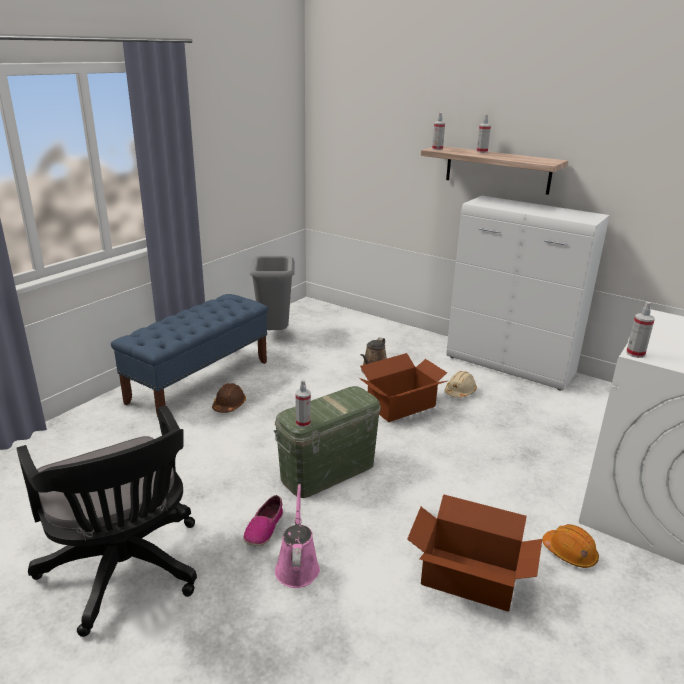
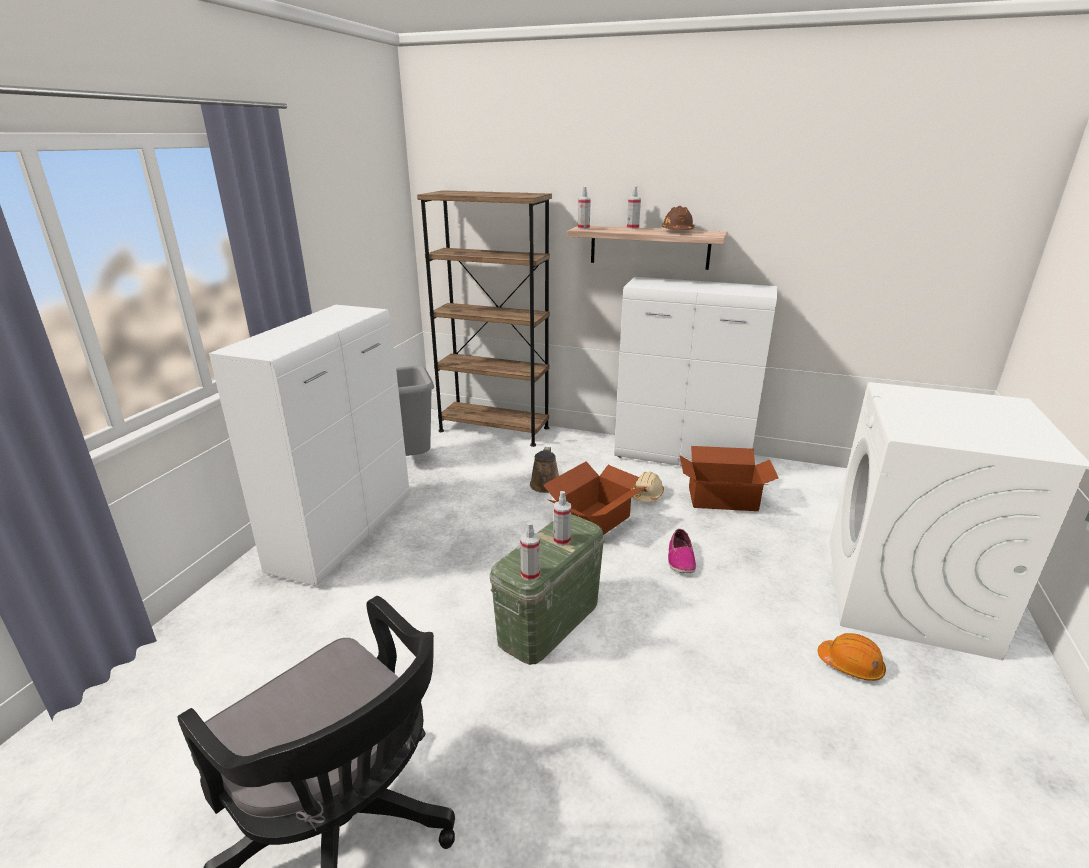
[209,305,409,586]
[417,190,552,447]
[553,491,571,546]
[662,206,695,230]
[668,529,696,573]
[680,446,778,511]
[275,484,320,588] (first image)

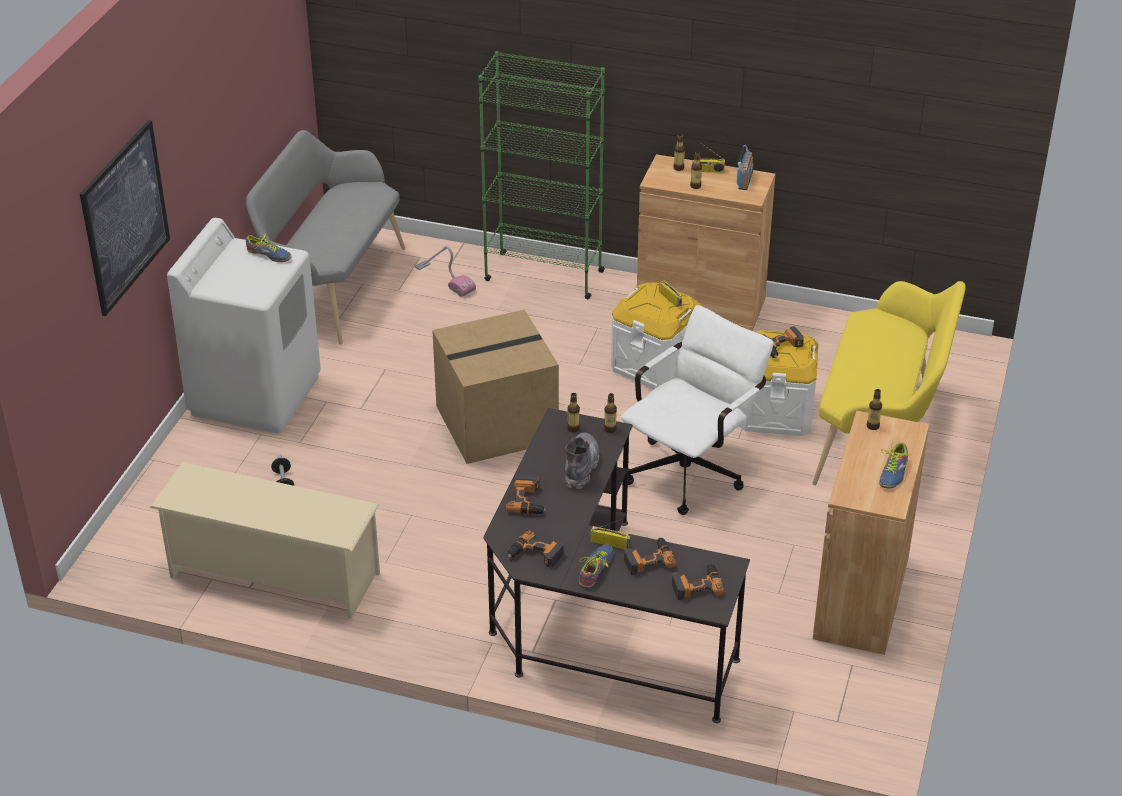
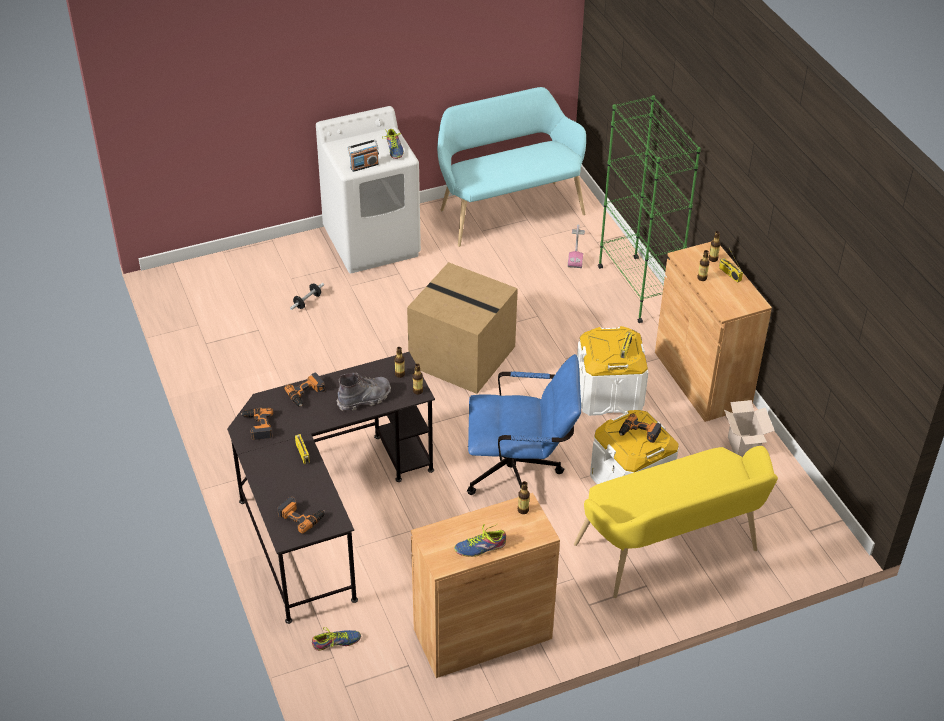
[312,627,361,651]
[348,140,379,172]
[437,87,586,247]
[467,354,581,495]
[724,400,775,457]
[80,120,170,316] (first image)
[150,462,380,619] (first image)
[624,538,676,575] (first image)

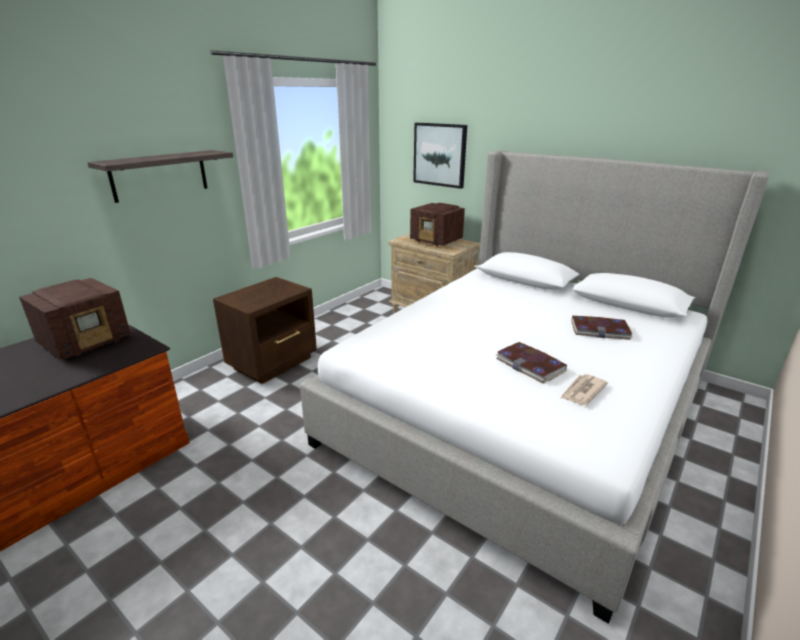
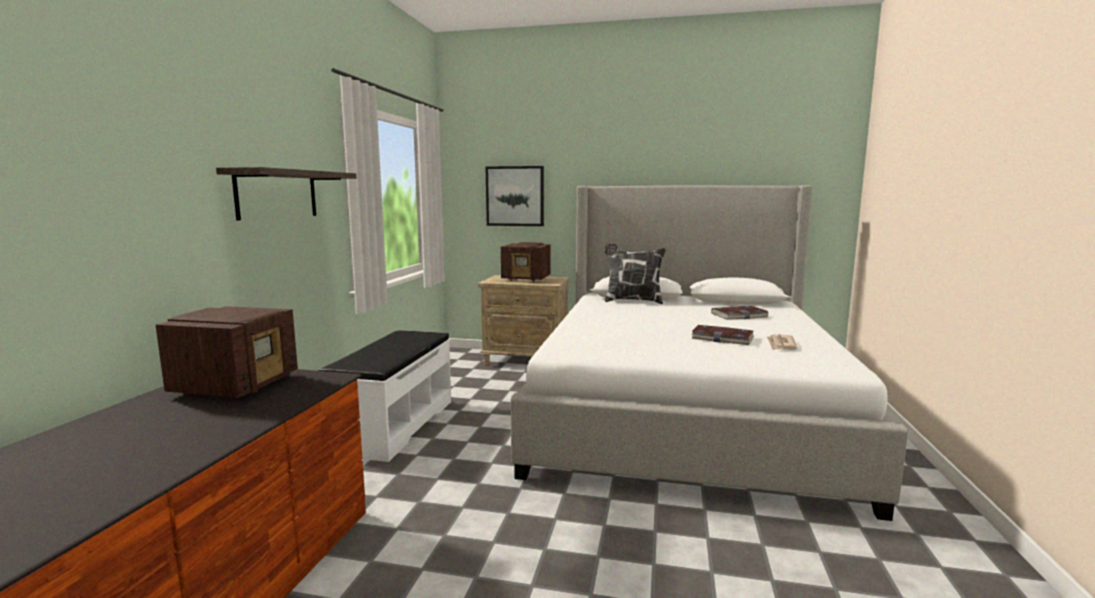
[318,330,451,462]
[605,244,666,304]

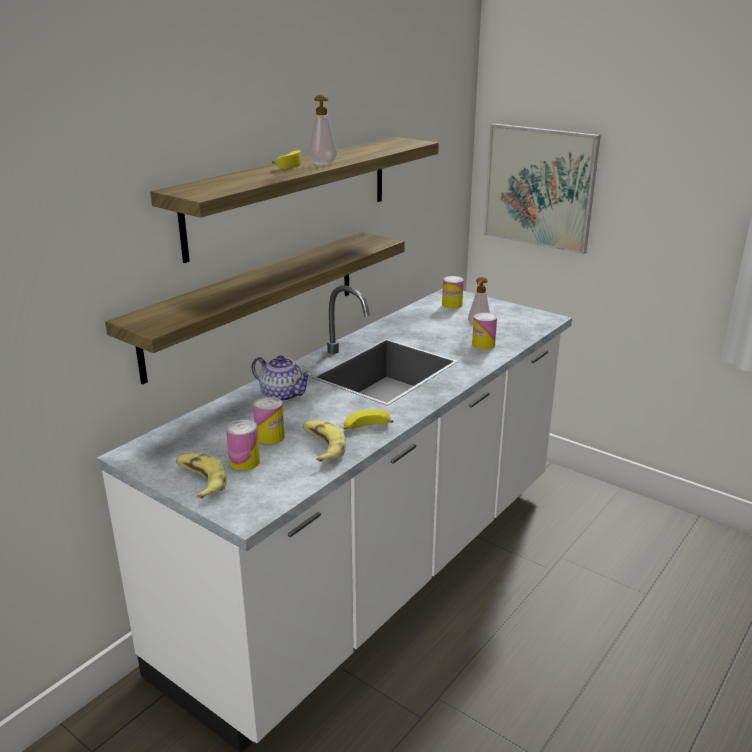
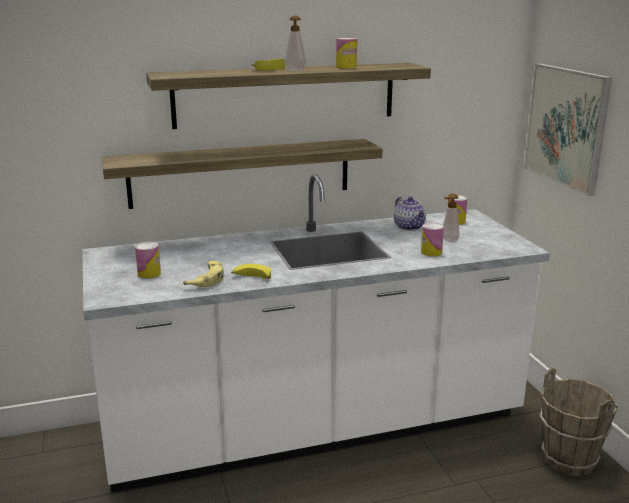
[336,38,357,69]
[393,197,426,231]
[540,368,618,476]
[176,453,227,499] (first image)

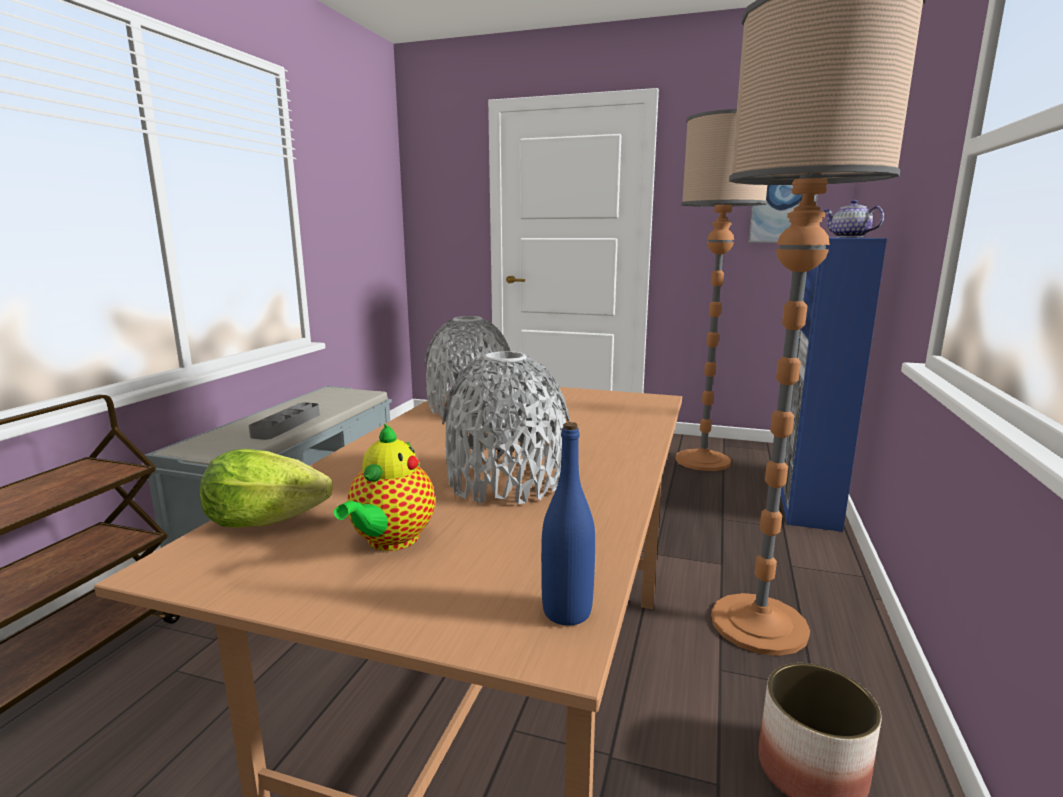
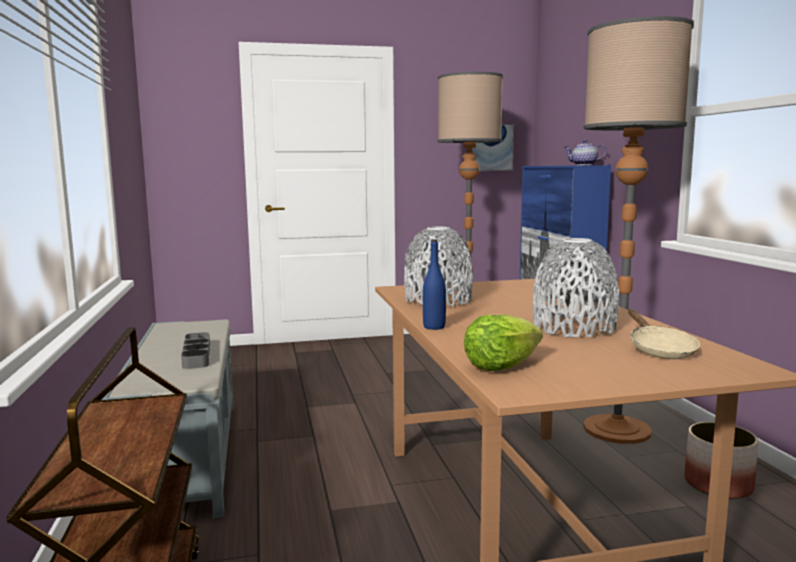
[423,239,446,330]
[628,309,700,359]
[334,423,435,551] (first image)

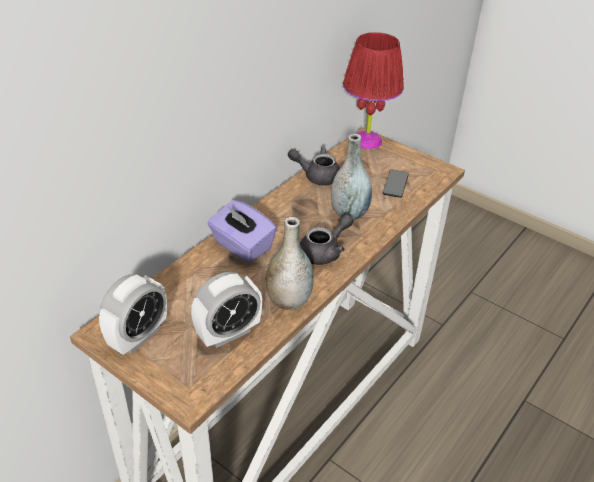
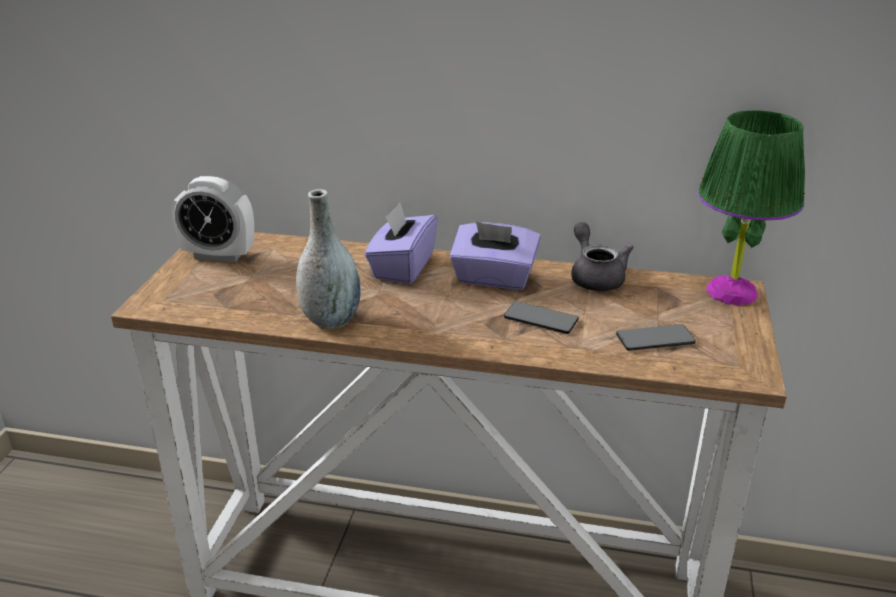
[449,222,541,290]
[504,301,579,334]
[698,110,805,305]
[191,272,262,348] (first image)
[300,214,354,265] (first image)

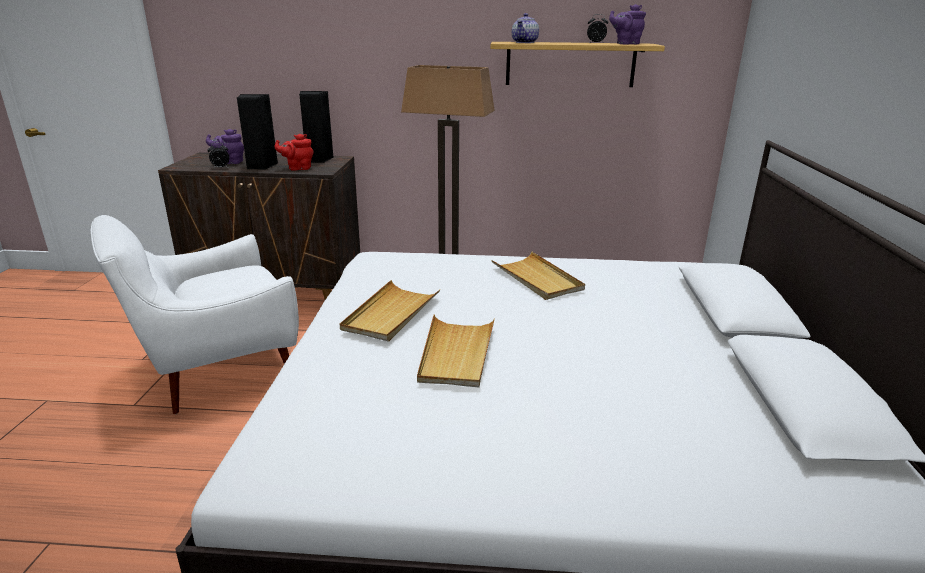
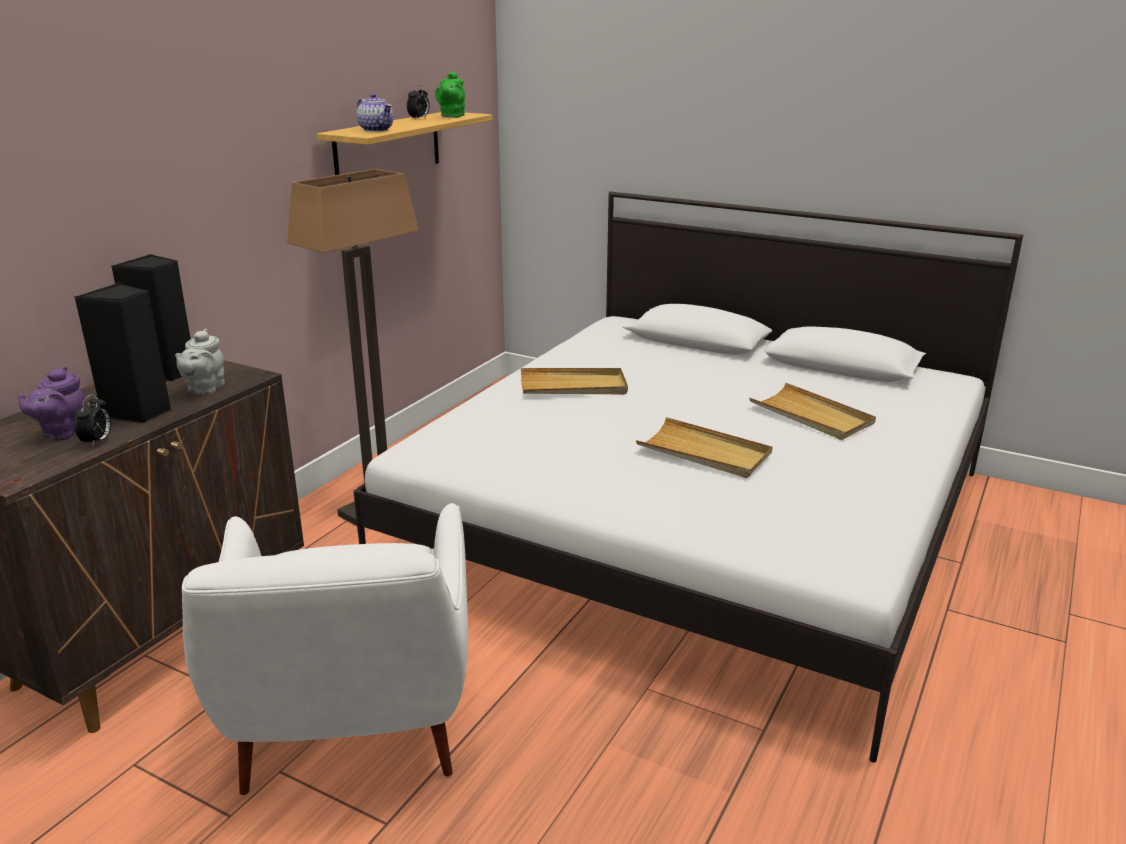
[175,329,225,395]
[435,71,465,118]
[749,383,876,440]

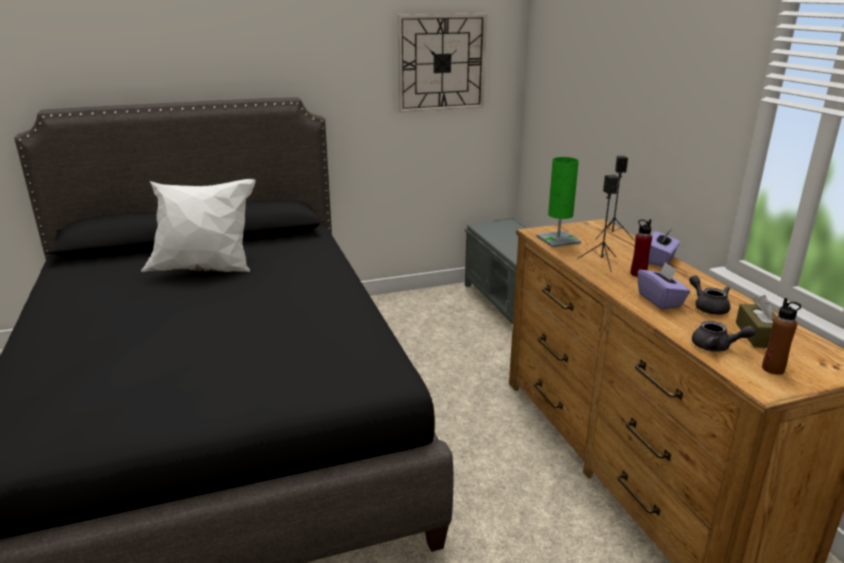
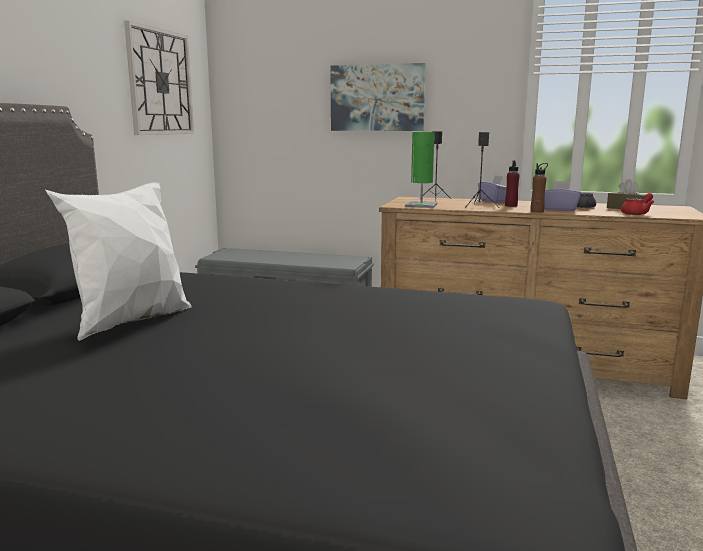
[330,63,426,131]
[530,163,548,213]
[621,193,654,215]

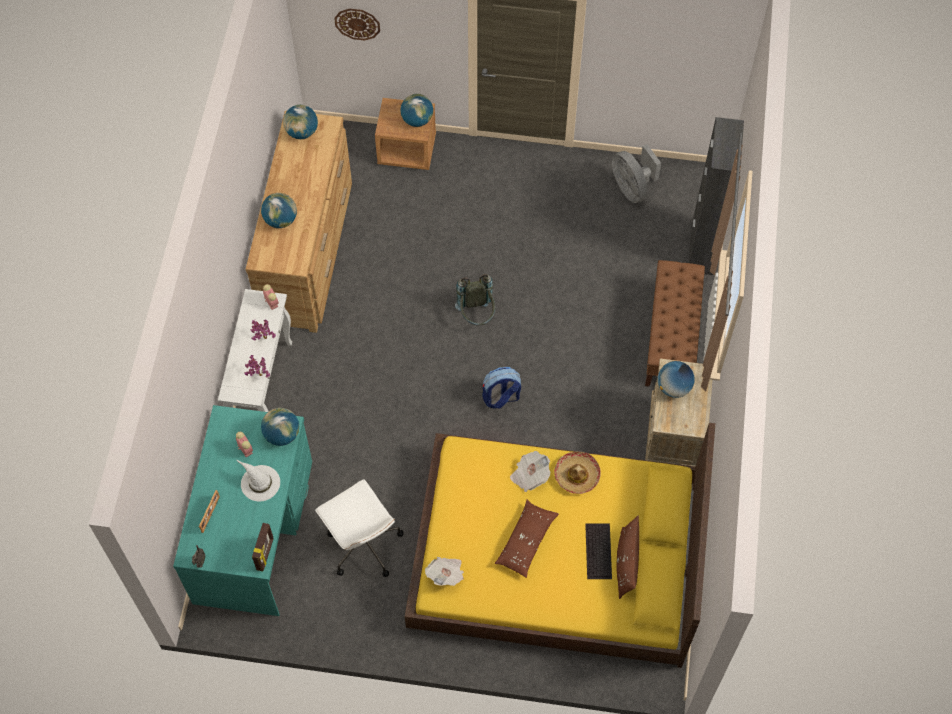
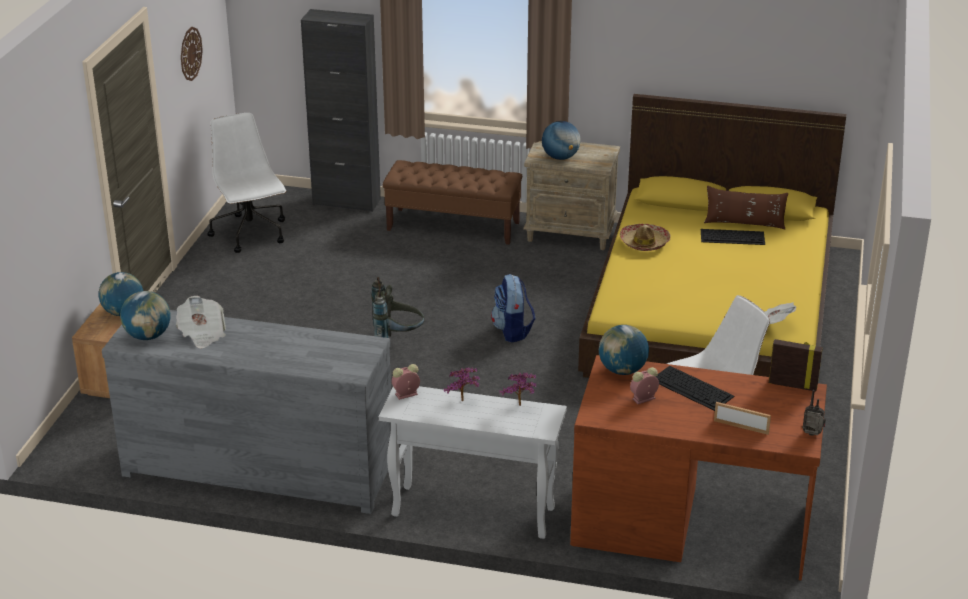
[102,310,391,514]
[176,296,226,349]
[181,27,203,81]
[207,113,286,253]
[570,355,827,580]
[655,366,735,411]
[261,193,297,228] (first image)
[495,500,559,578] (first image)

